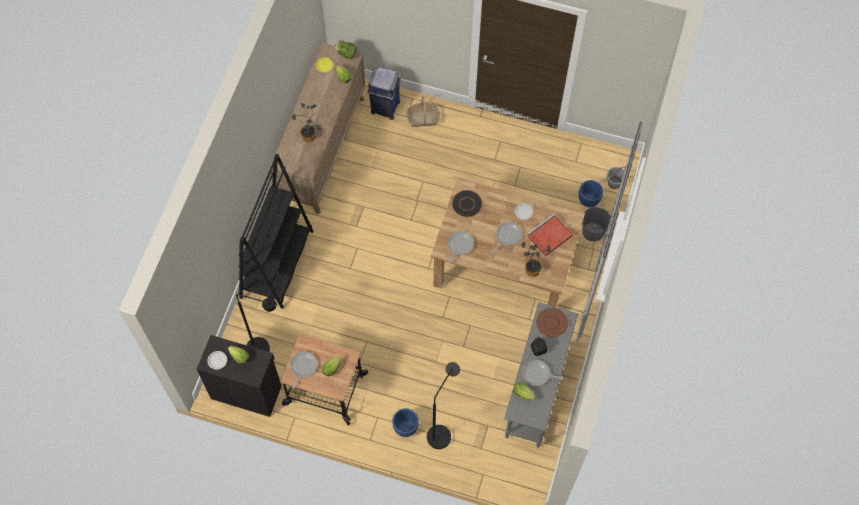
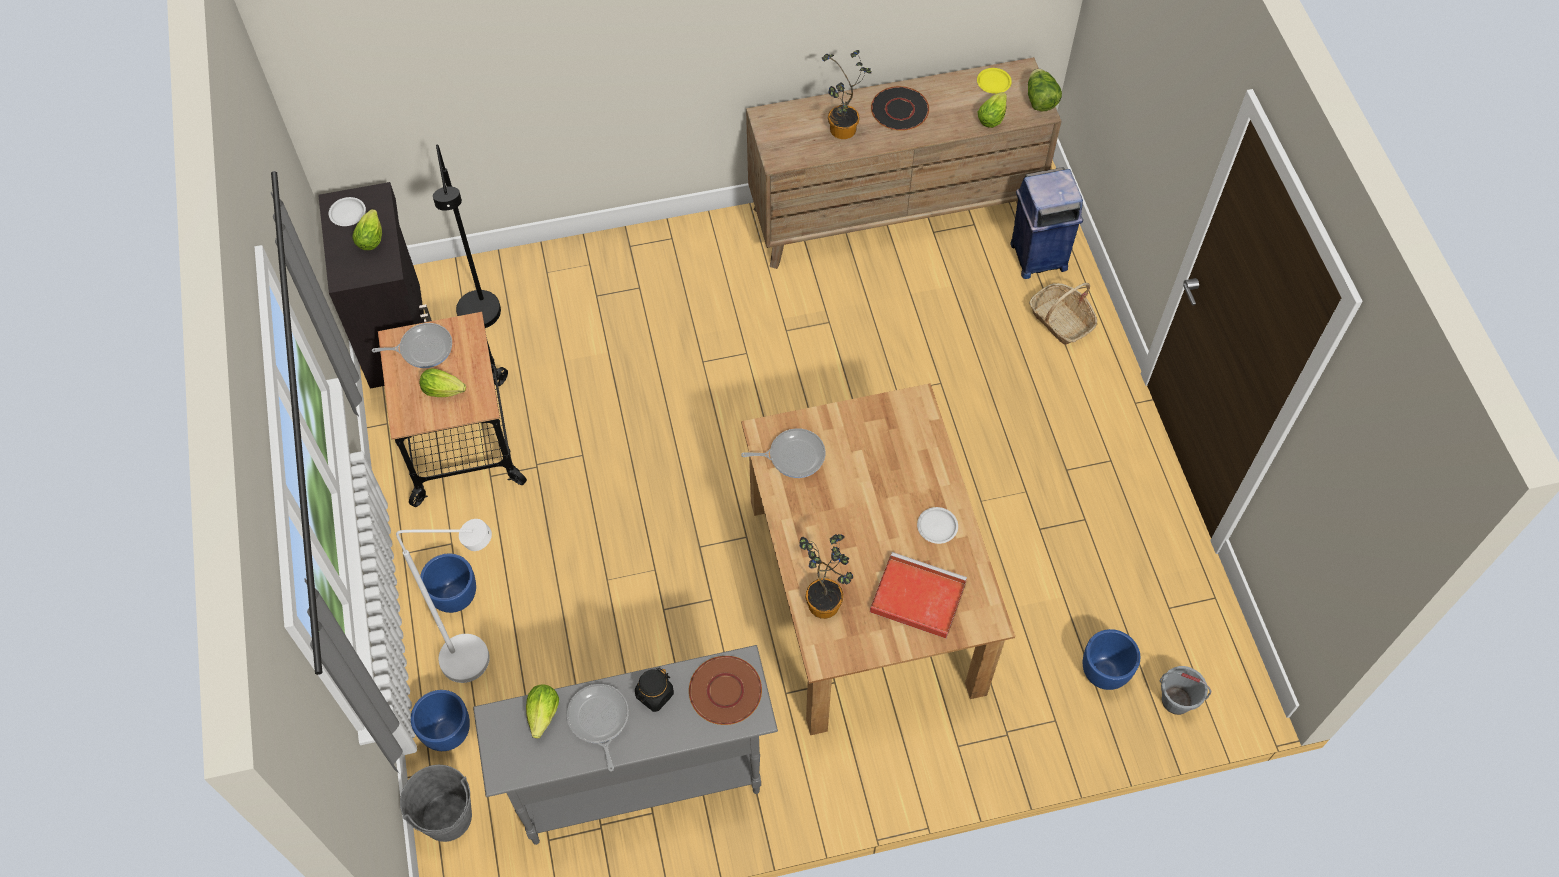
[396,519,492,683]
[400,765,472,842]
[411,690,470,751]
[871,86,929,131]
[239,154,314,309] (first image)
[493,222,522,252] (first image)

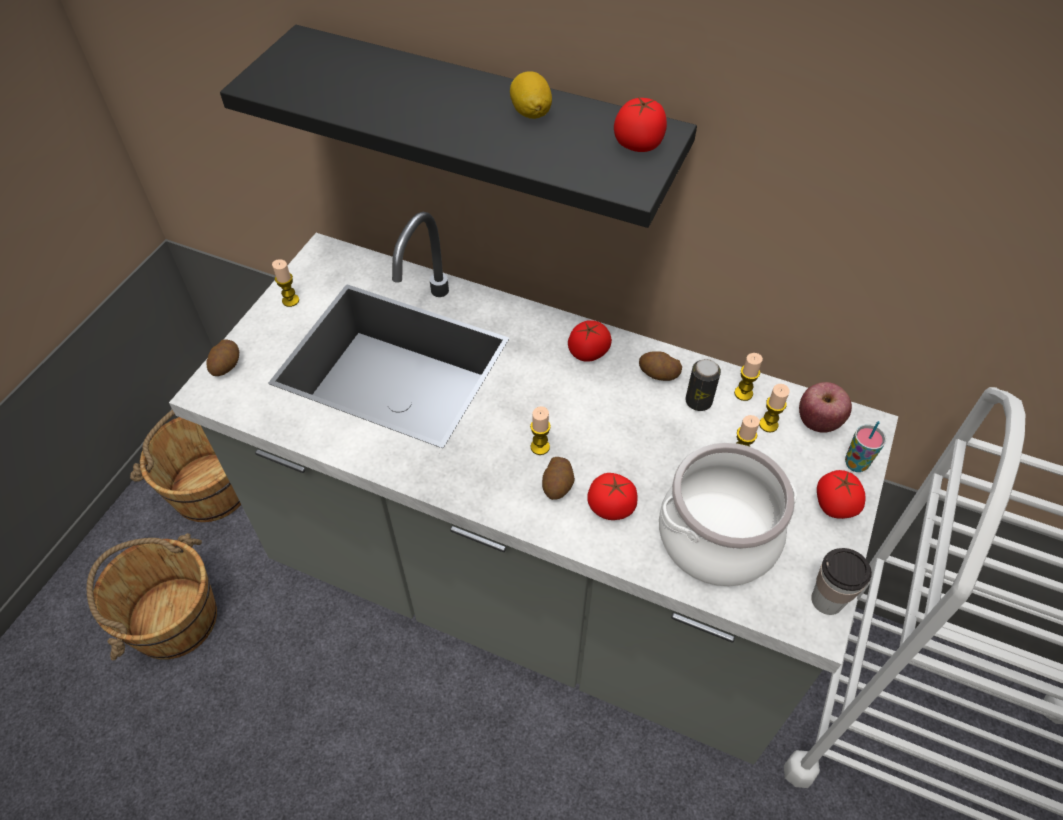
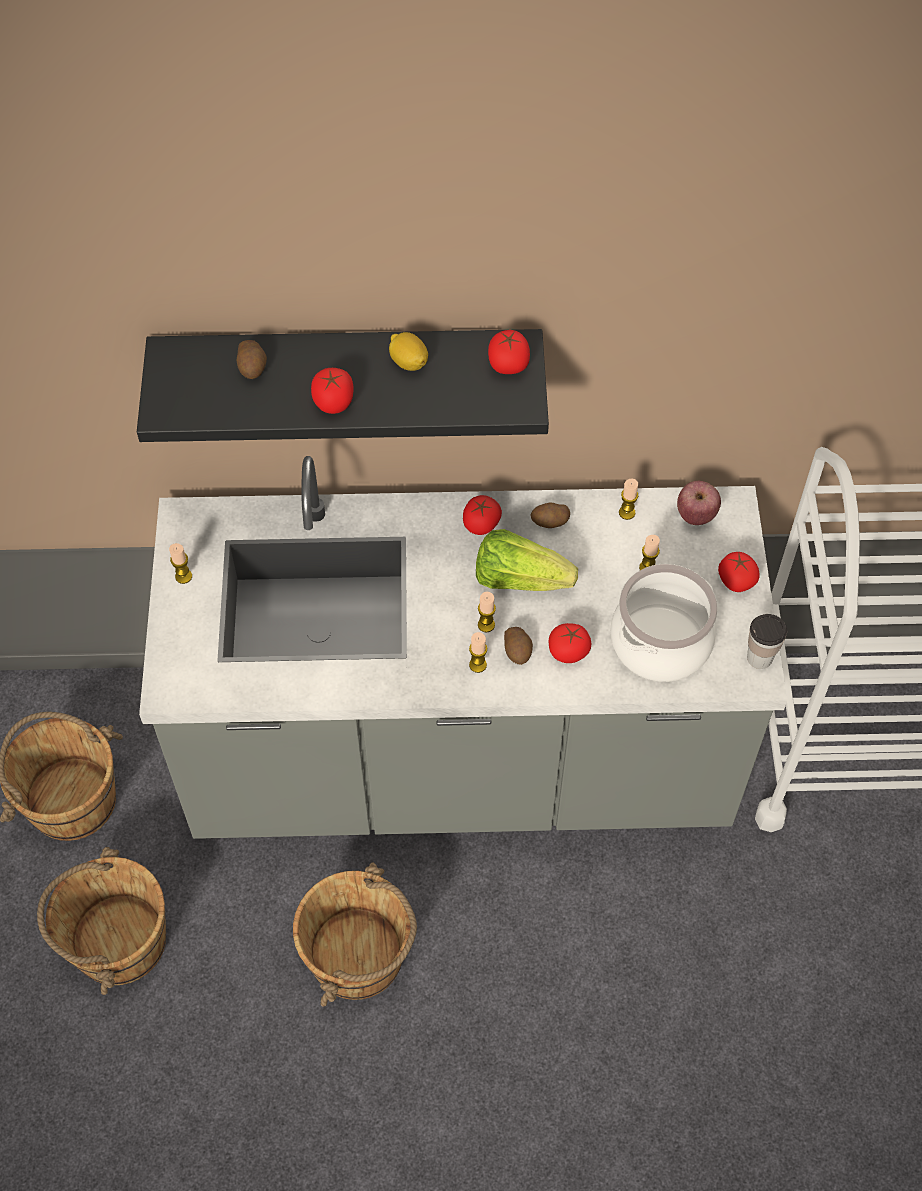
[237,340,267,379]
[293,862,417,1007]
[311,368,353,414]
[469,632,487,673]
[476,529,578,591]
[685,359,721,411] (first image)
[845,421,886,472] (first image)

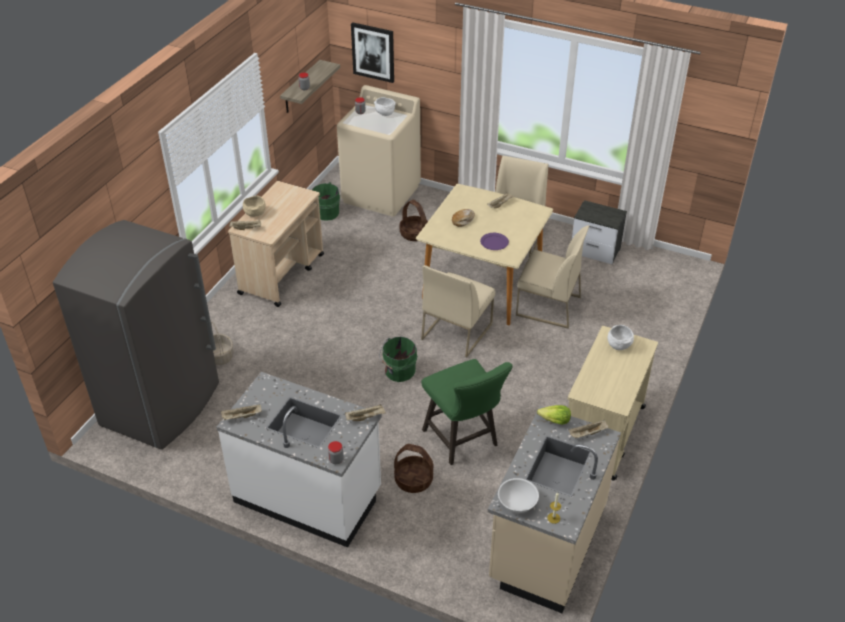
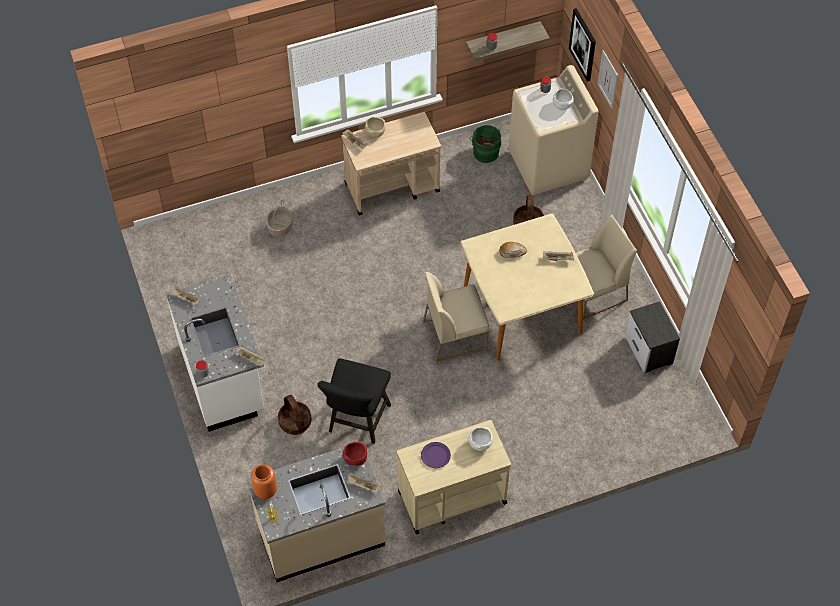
[251,464,277,499]
[317,358,391,444]
[342,442,367,466]
[421,442,451,468]
[598,50,618,109]
[53,220,219,450] (first image)
[379,336,417,382] (first image)
[516,225,589,329] (first image)

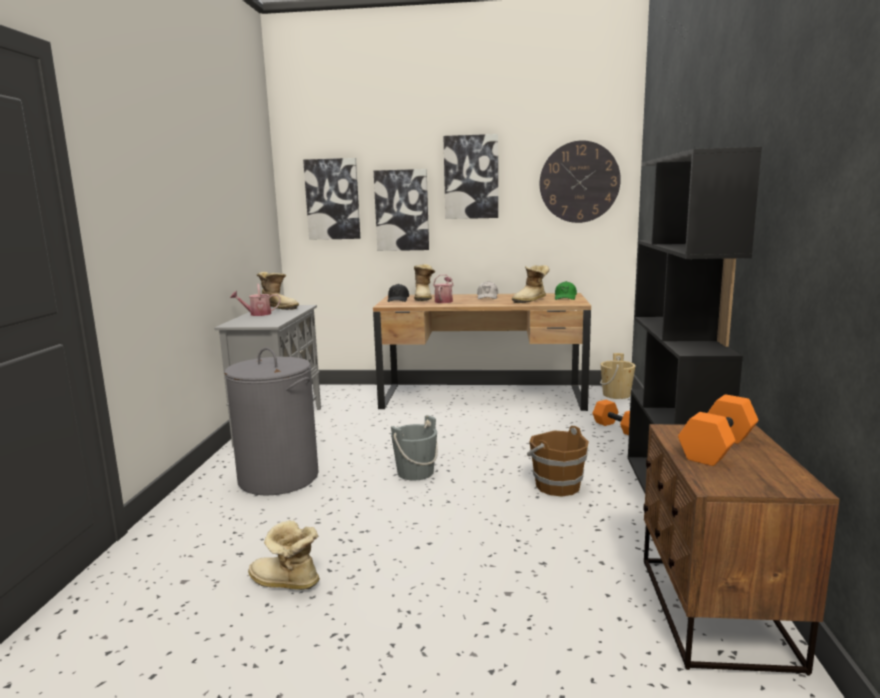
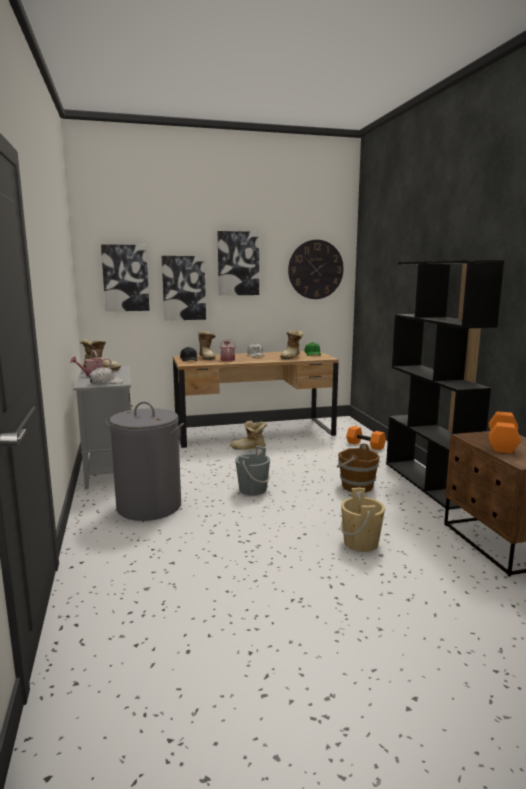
[89,367,124,384]
[230,421,267,450]
[341,488,385,552]

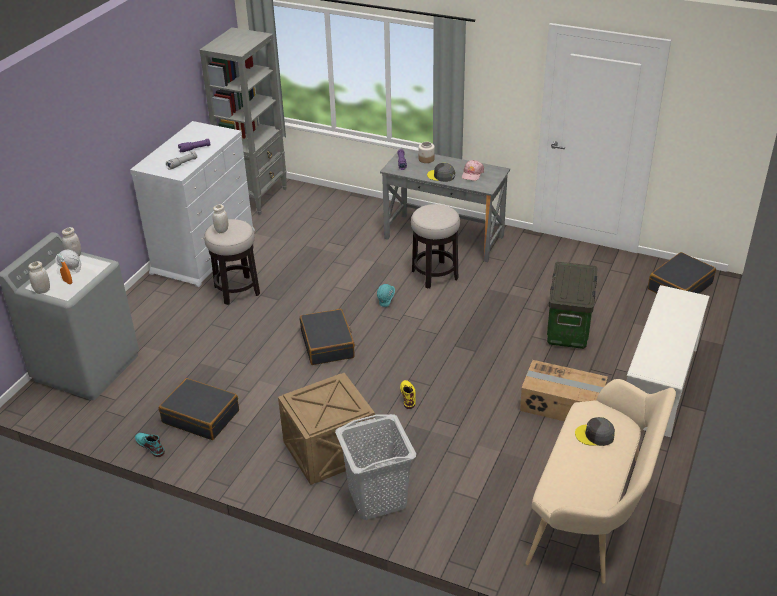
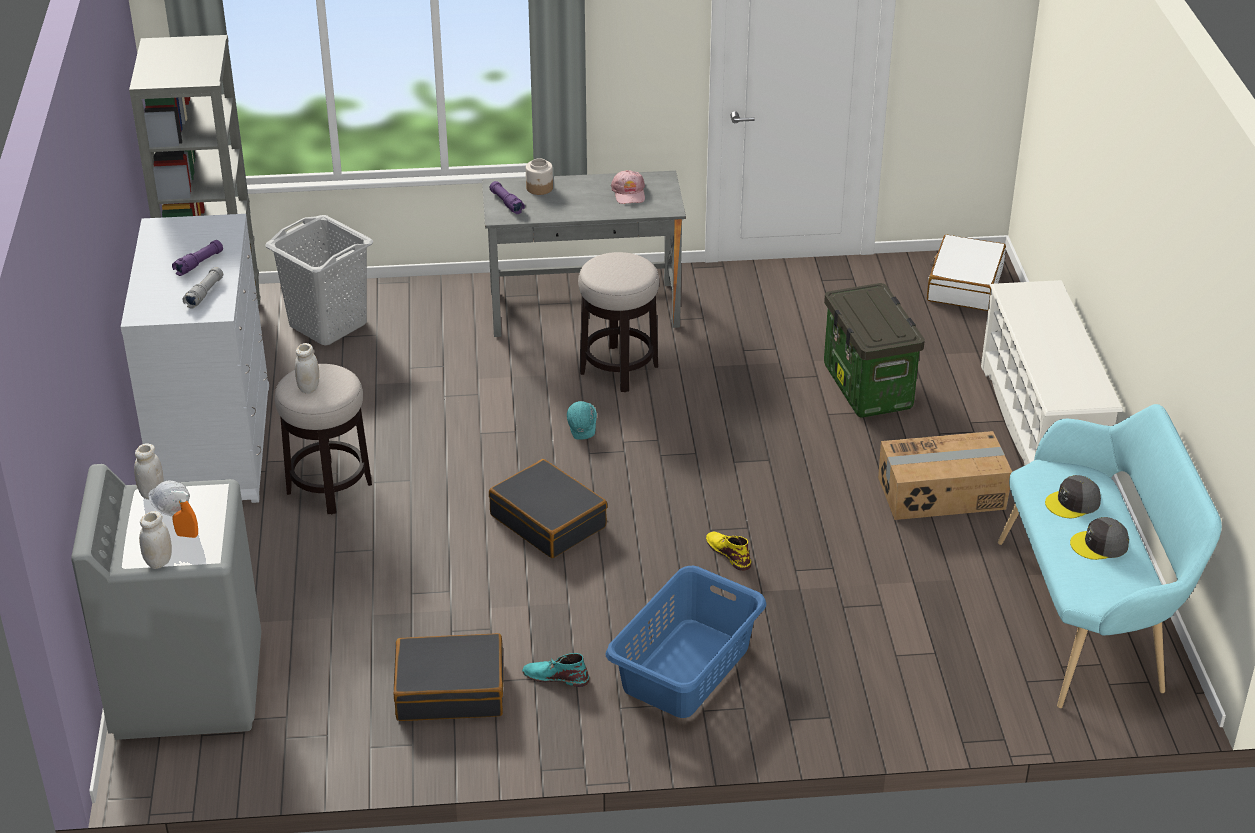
[265,215,373,346]
[522,653,589,687]
[605,566,766,718]
[927,234,1006,311]
[998,404,1222,708]
[1070,517,1129,560]

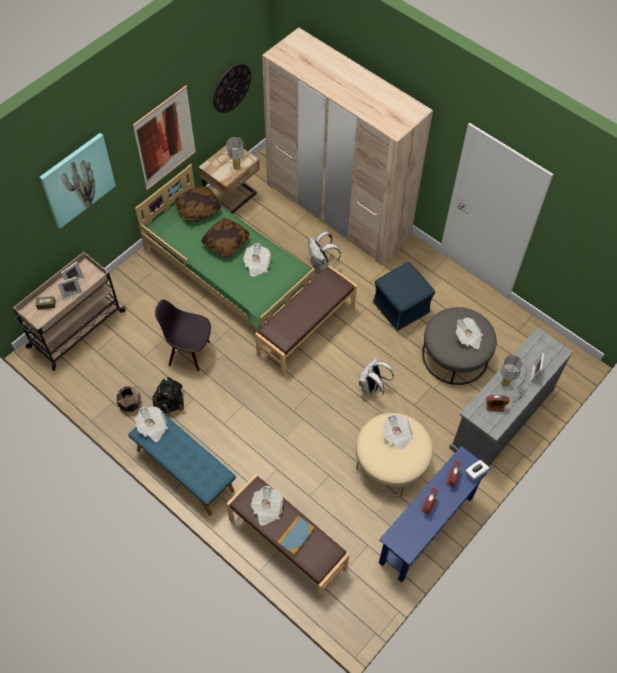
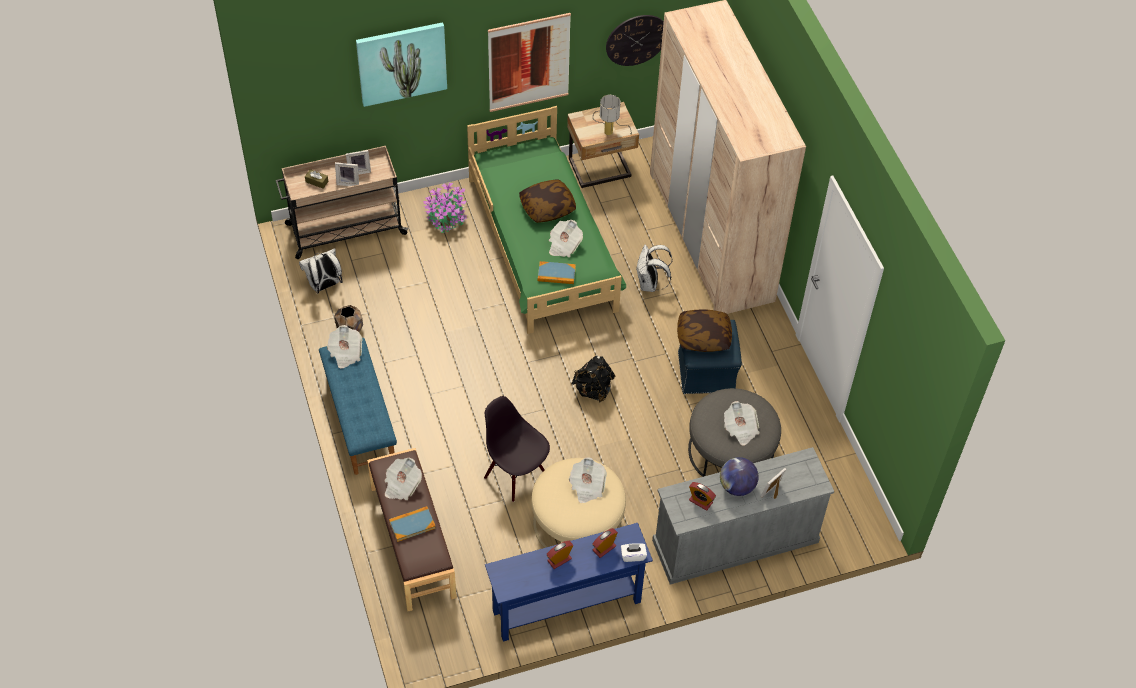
[299,248,343,293]
[423,182,467,233]
[484,396,550,502]
[538,261,576,284]
[572,356,615,403]
[677,309,732,352]
[720,457,759,496]
[255,265,357,376] (first image)

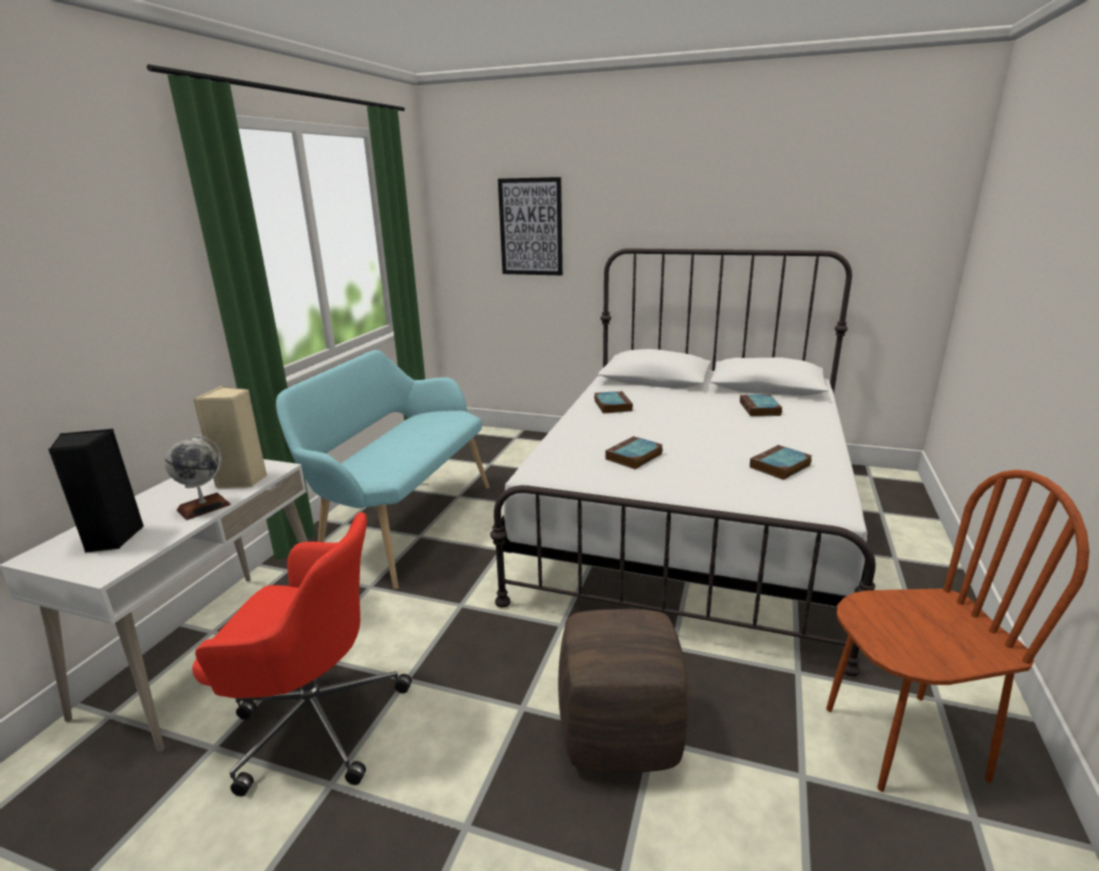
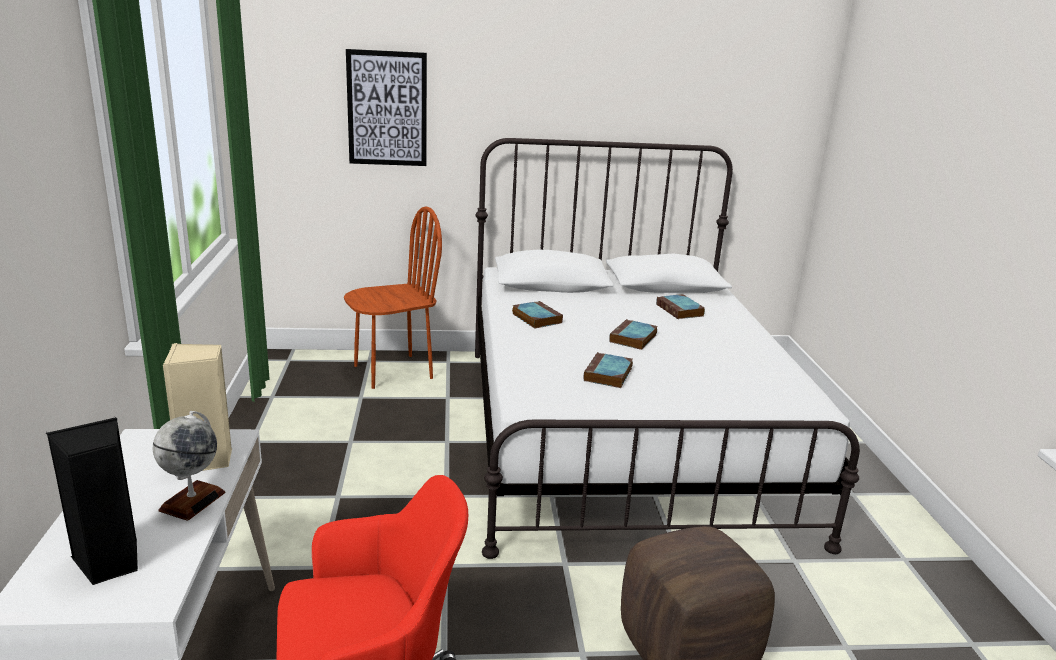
[344,206,442,389]
[609,319,657,350]
[276,350,489,590] (first image)

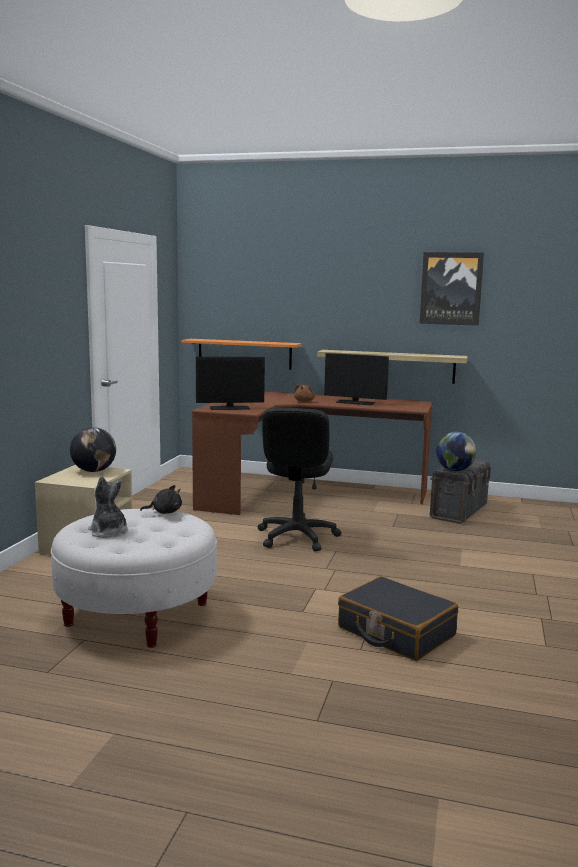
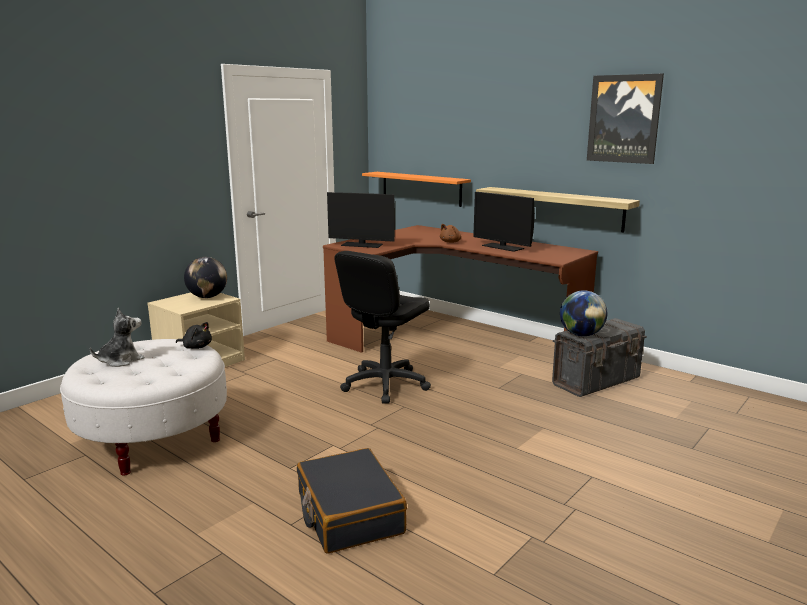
[90,308,145,367]

